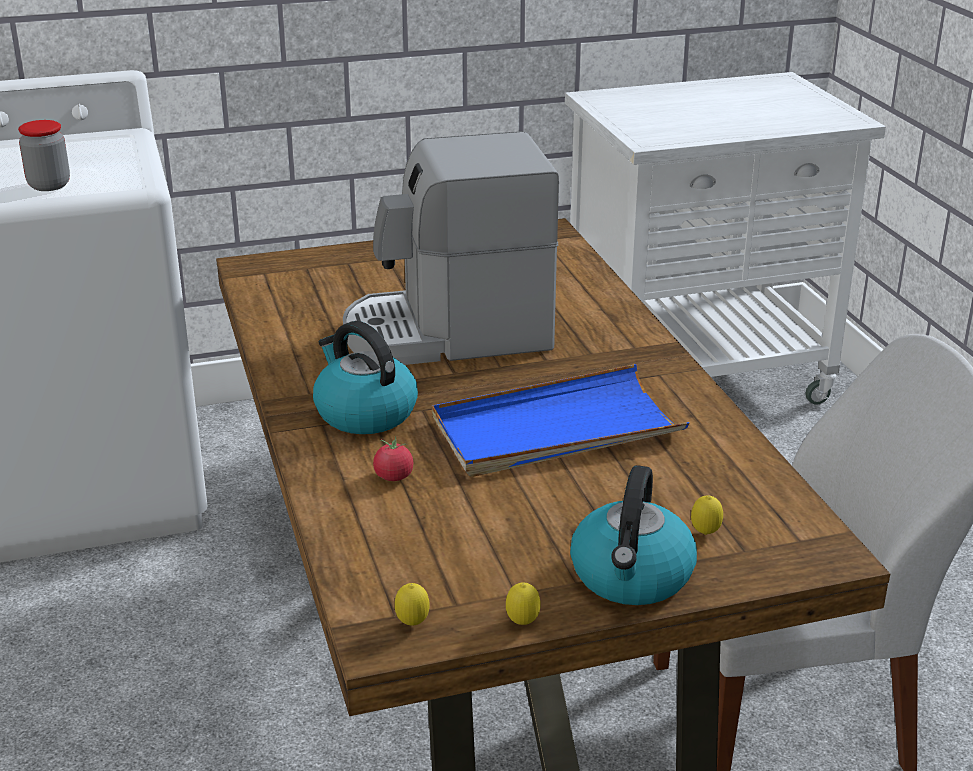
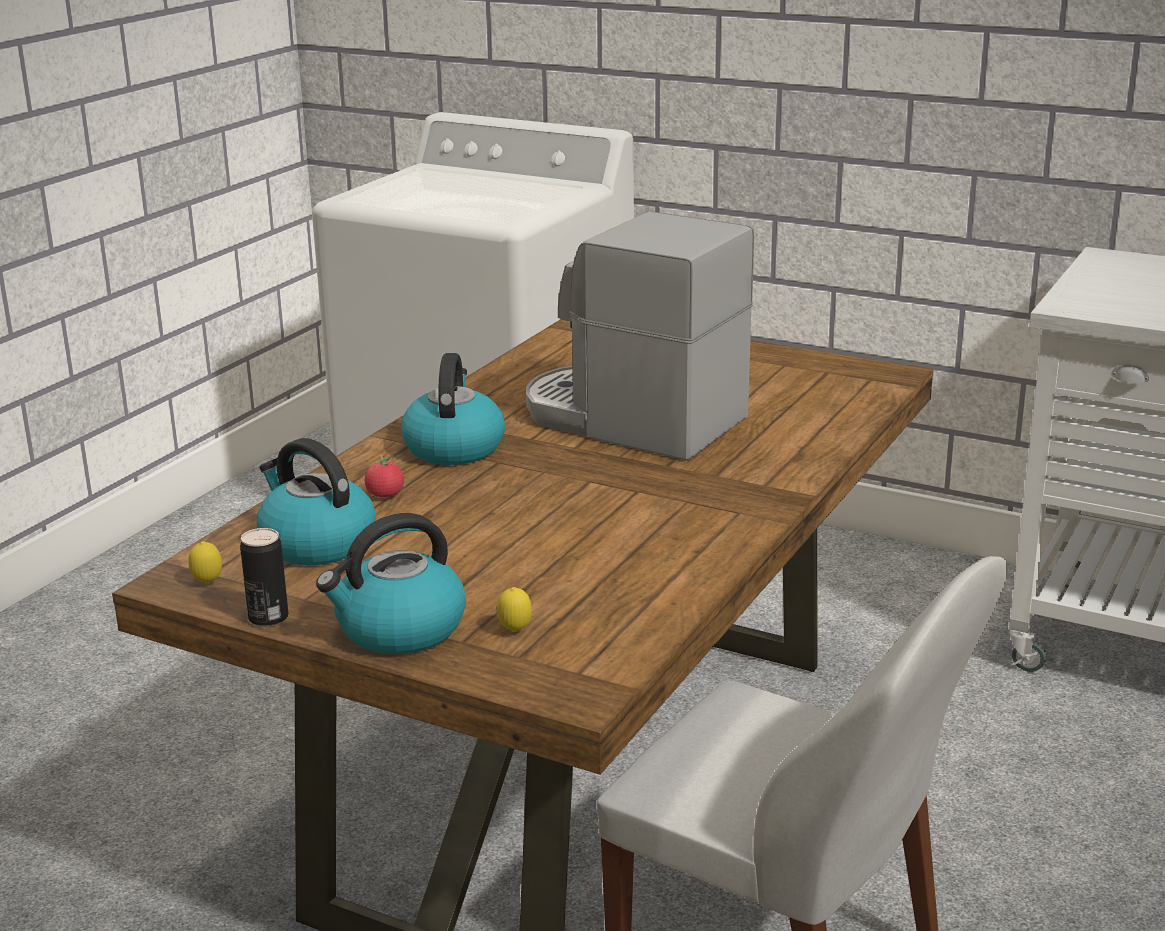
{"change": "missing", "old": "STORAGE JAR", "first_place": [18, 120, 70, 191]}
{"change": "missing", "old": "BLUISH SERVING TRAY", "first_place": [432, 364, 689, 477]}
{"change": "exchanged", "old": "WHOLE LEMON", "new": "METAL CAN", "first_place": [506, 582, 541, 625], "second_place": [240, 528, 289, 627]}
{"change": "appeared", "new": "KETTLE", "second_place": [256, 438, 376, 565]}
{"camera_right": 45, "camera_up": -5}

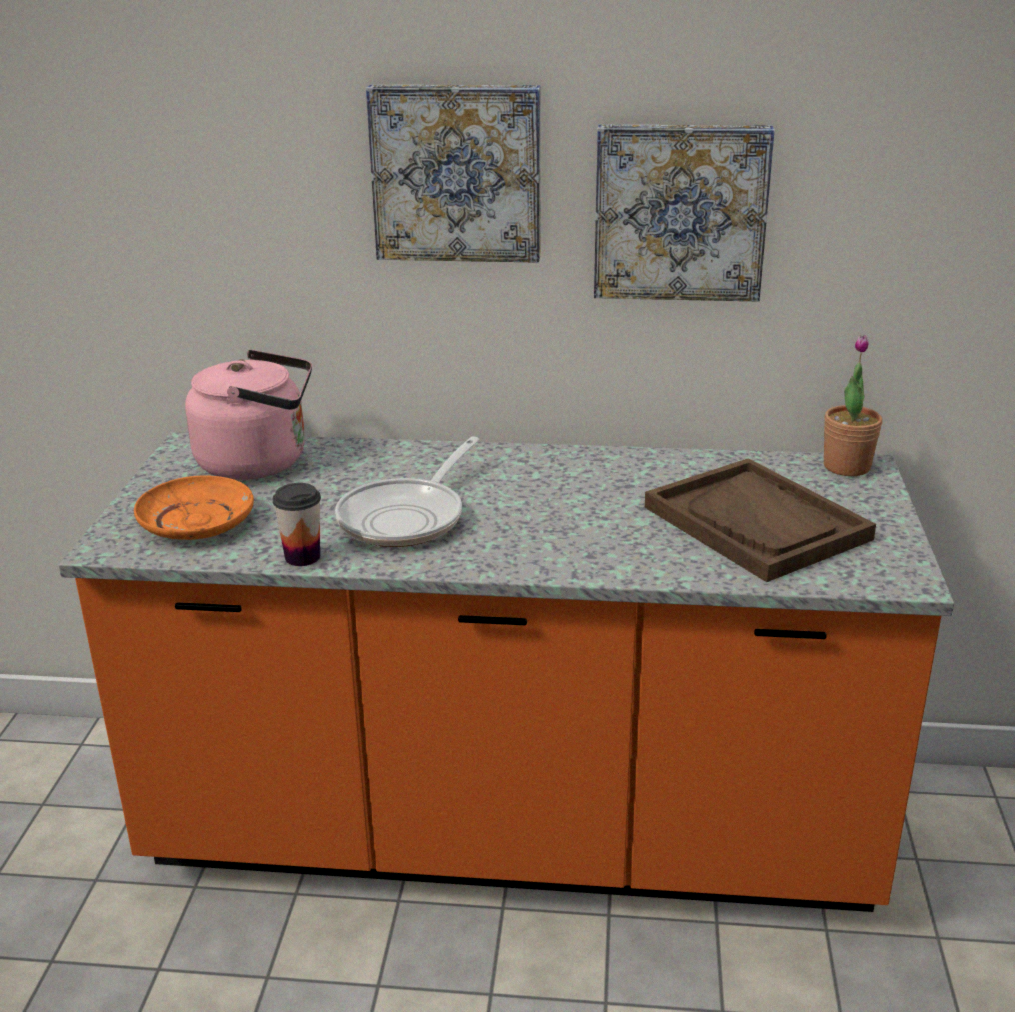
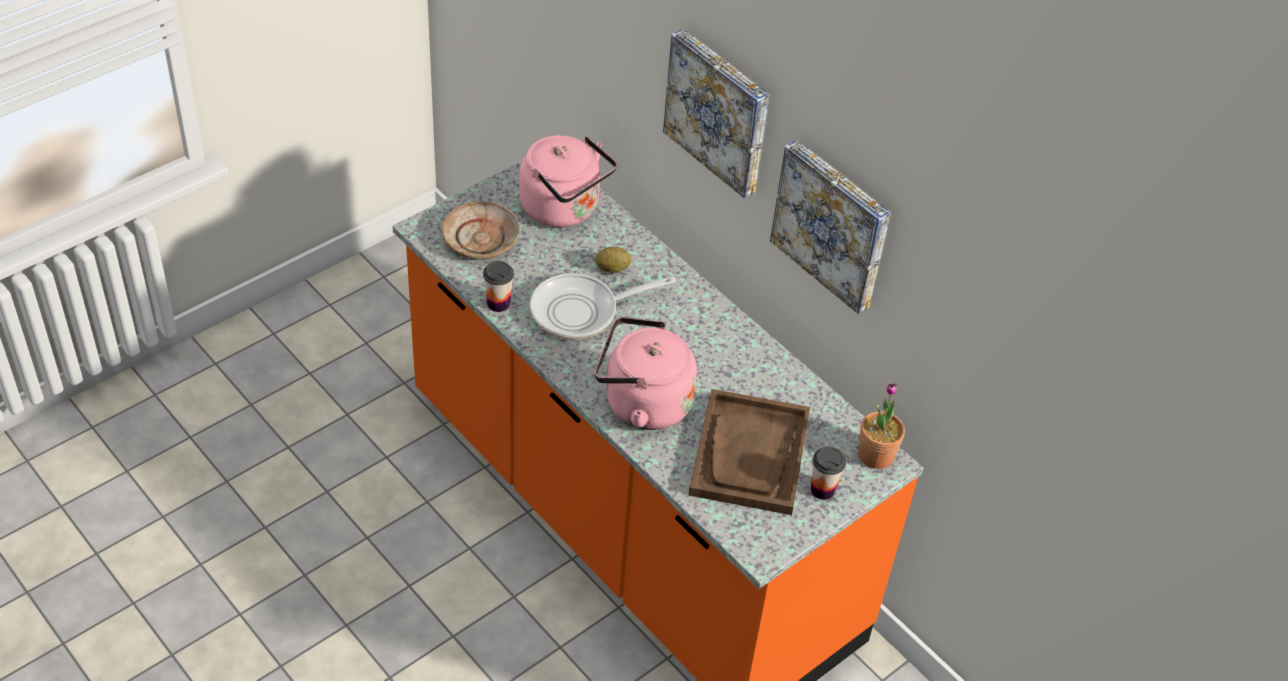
{"change": "colour", "old": "ORANGEY PLATE", "new": "BEIGE PLATE", "first_place": [134, 475, 254, 540], "second_place": [442, 201, 520, 260]}
{"change": "appeared", "new": "WHOLE POTATO", "second_place": [595, 247, 631, 273]}
{"change": "appeared", "new": "PINK KETTLE", "second_place": [595, 317, 697, 430]}
{"change": "appeared", "new": "CUP", "second_place": [811, 447, 846, 500]}
{"camera_right": 40, "camera_up": 20}

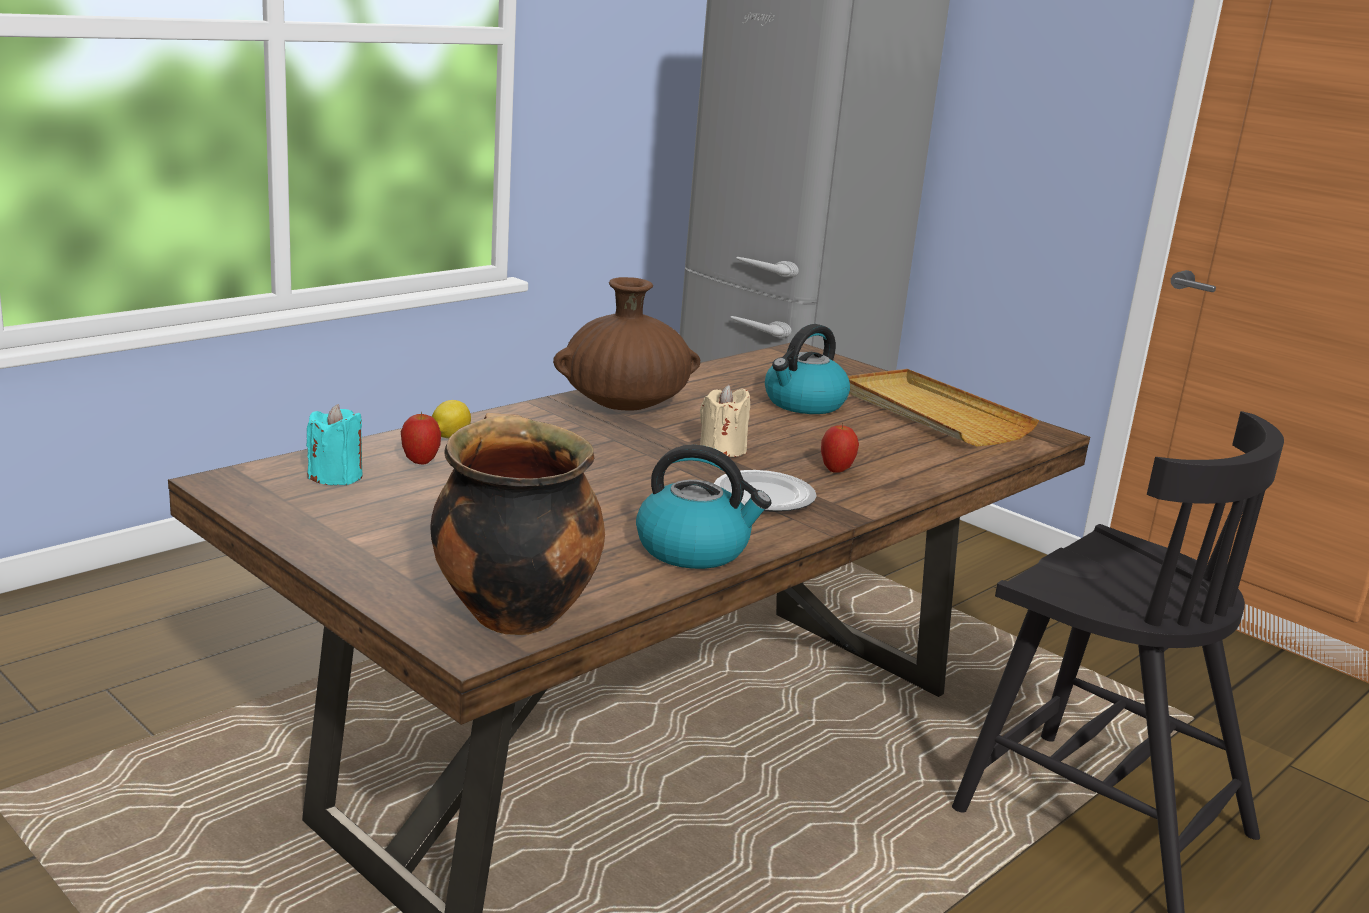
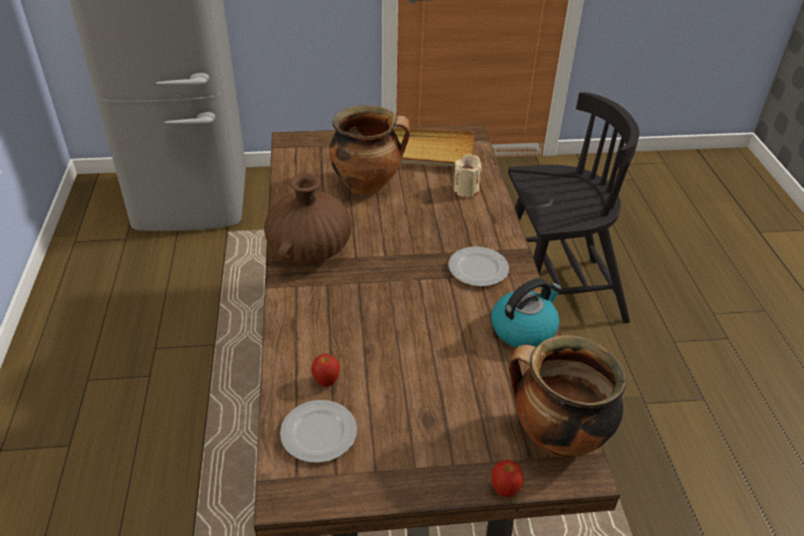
{"change": "exchanged", "old": "KETTLE", "new": "SAUCEPOT", "first_place": [765, 324, 850, 414], "second_place": [329, 105, 410, 195]}
{"change": "relocated", "old": "BEIGE WAX CANDLE", "first_place": [700, 385, 750, 457], "second_place": [453, 154, 482, 197]}
{"change": "missing", "old": "WHOLE LEMON", "first_place": [432, 400, 471, 438]}
{"change": "exchanged", "old": "TURQUOISE WAX CANDLE", "new": "PLATE", "first_place": [306, 404, 363, 485], "second_place": [280, 400, 357, 463]}
{"change": "relocated", "old": "APPLE", "first_place": [821, 423, 859, 473], "second_place": [492, 460, 524, 497]}
{"camera_right": -50, "camera_up": 20}

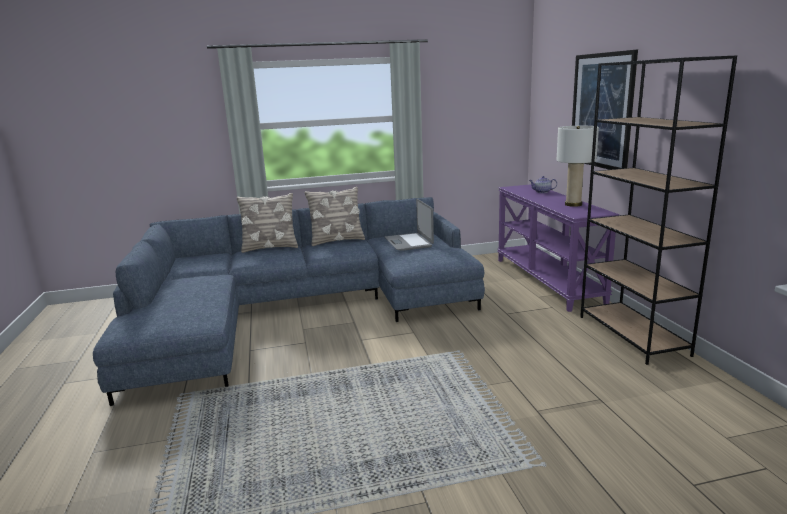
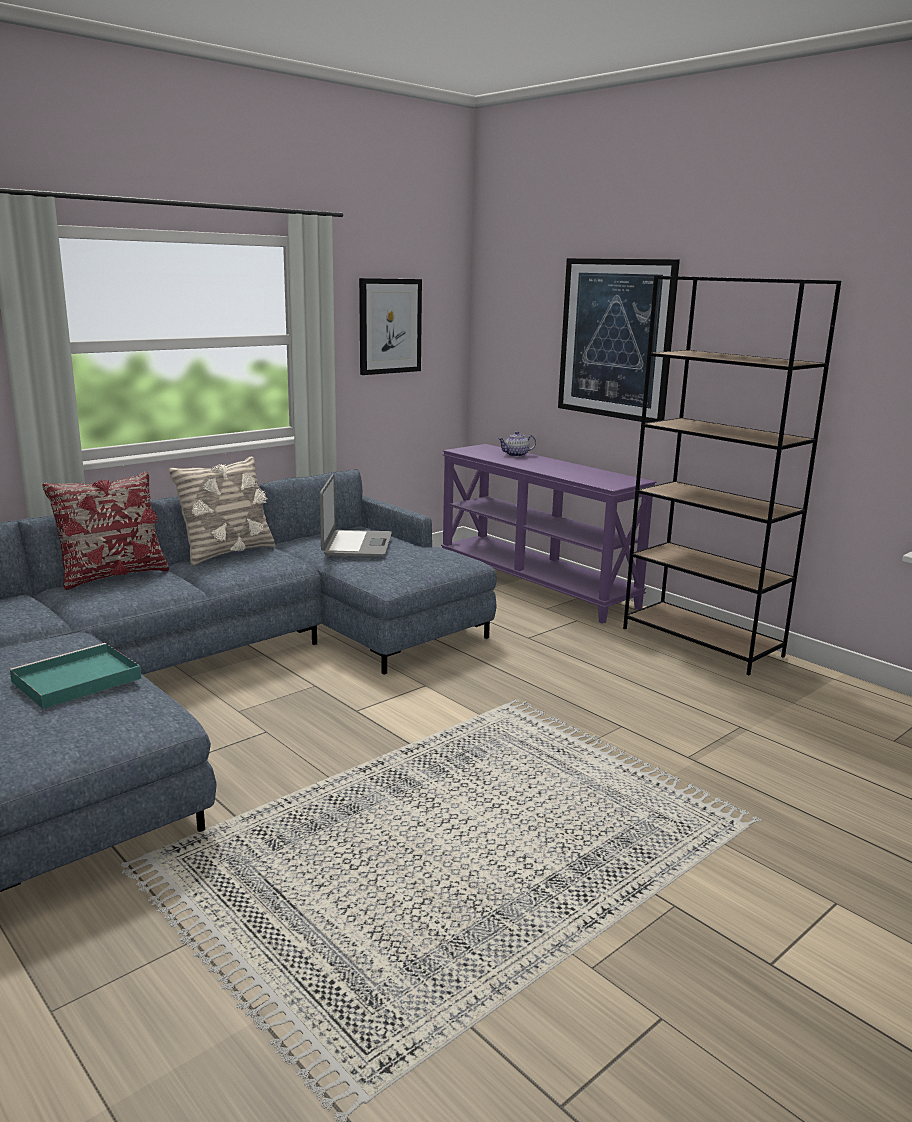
{"change": "missing", "old": "WHITISH TABLE LAMP", "first_place": [557, 126, 599, 207]}
{"change": "colour", "old": "BEIGE CUSHION", "new": "RED-COLOURED CUSHION", "first_place": [237, 193, 298, 253], "second_place": [42, 472, 169, 590]}
{"change": "spun", "old": "NOTEBOOK COMPUTER", "first_place": [385, 199, 434, 251], "second_place": [320, 474, 392, 557], "degrees": -135}
{"change": "appeared", "new": "WALL PICTURE", "second_place": [359, 278, 422, 375]}
{"change": "appeared", "new": "TURQUOISE SERVING TRAY", "second_place": [9, 643, 141, 709]}
{"camera_right": -30, "camera_up": 0}

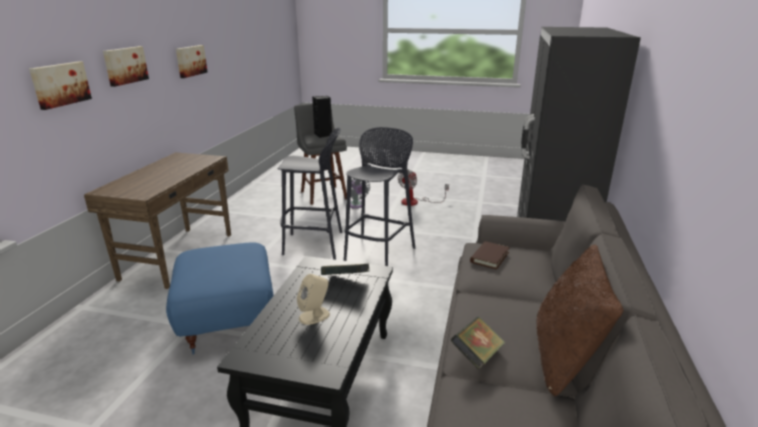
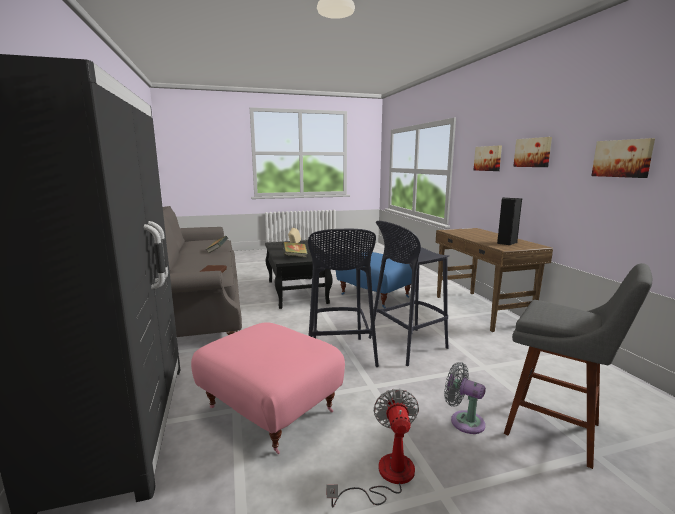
{"change": "relocated", "old": "BLACKISH AUDIO SPEAKER", "first_place": [312, 96, 332, 138], "second_place": [497, 198, 522, 245]}
{"change": "missing", "old": "BROWN CUSHION", "first_place": [536, 244, 624, 396]}
{"change": "appeared", "new": "PINK OTTOMAN", "second_place": [191, 322, 345, 454]}
{"camera_right": 150, "camera_up": -10}

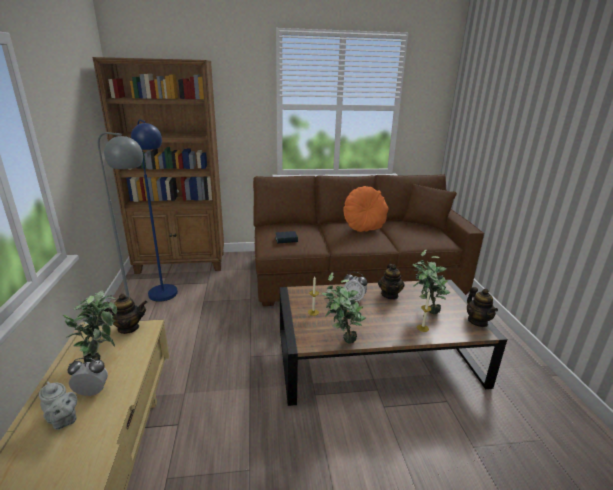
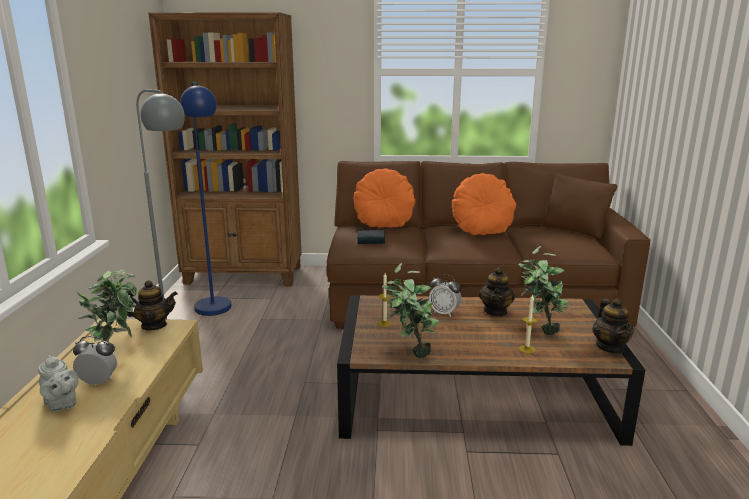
{"change": "appeared", "new": "ORANGEY CUSHION", "second_place": [353, 169, 416, 228]}
{"camera_right": 10, "camera_up": -5}

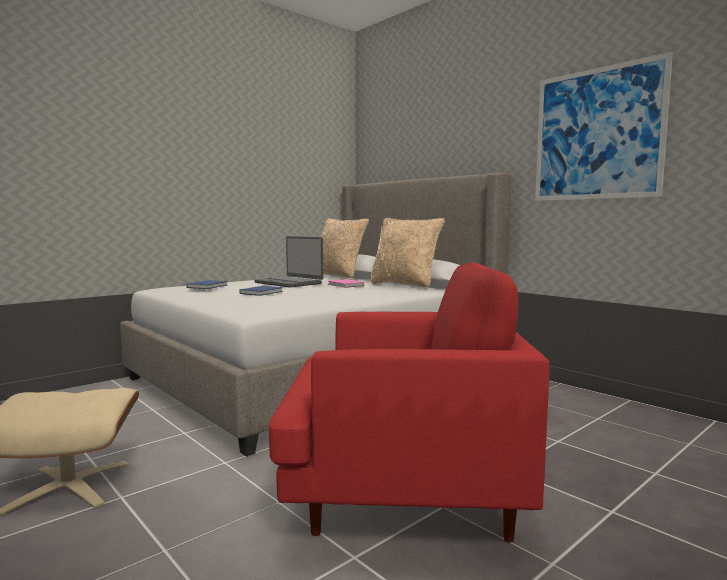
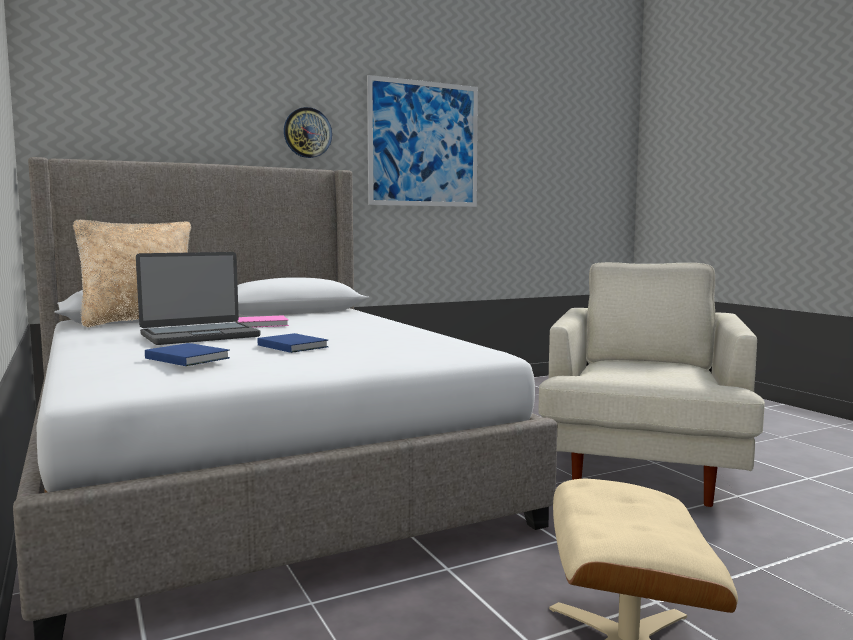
{"change": "missing", "old": "BEIGE CUSHION", "first_place": [371, 217, 445, 288]}
{"change": "colour", "old": "RED-COLOURED ARMCHAIR", "new": "BEIGE ARMCHAIR", "first_place": [269, 262, 550, 542], "second_place": [539, 262, 765, 507]}
{"change": "appeared", "new": "CLOCK ON THE WALL", "second_place": [284, 107, 332, 158]}
{"camera_right": -75, "camera_up": 0}

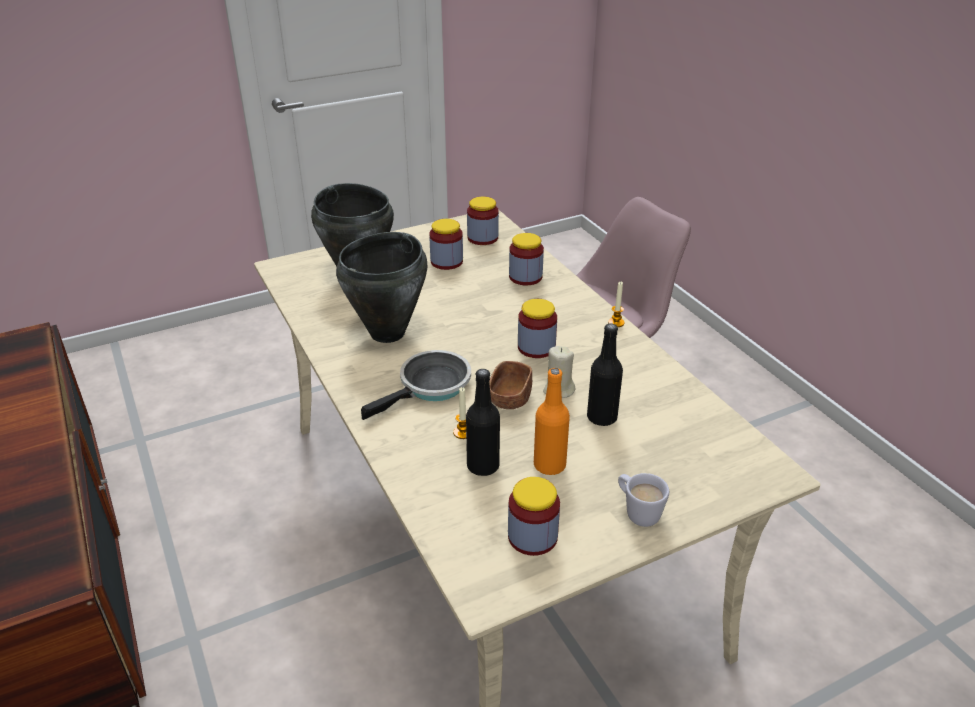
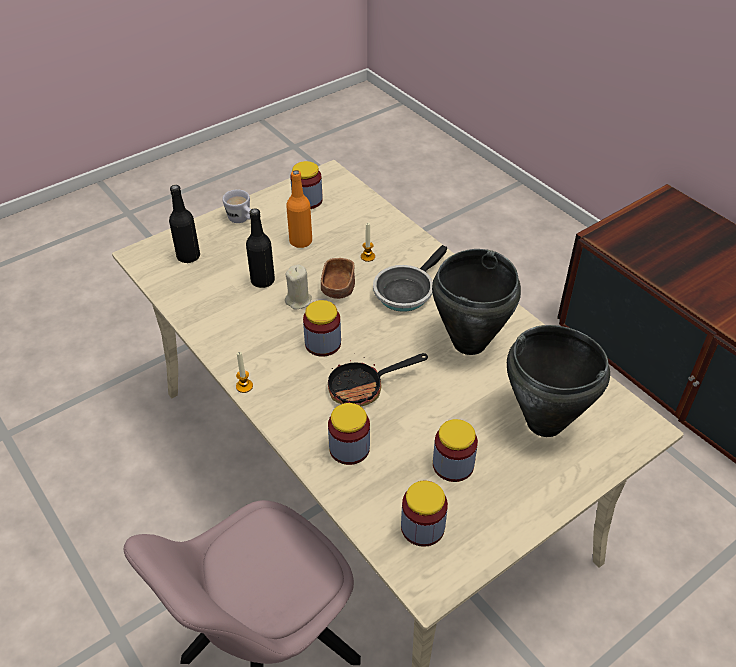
{"change": "relocated", "old": "BLACKISH DRINK BOTTLE", "first_place": [466, 369, 500, 476], "second_place": [169, 185, 200, 263]}
{"change": "appeared", "new": "FRYING PAN", "second_place": [328, 353, 428, 406]}
{"camera_right": 170, "camera_up": 10}

